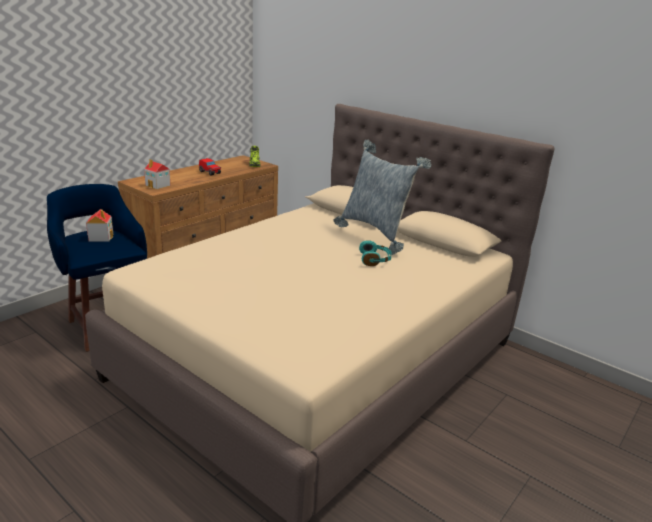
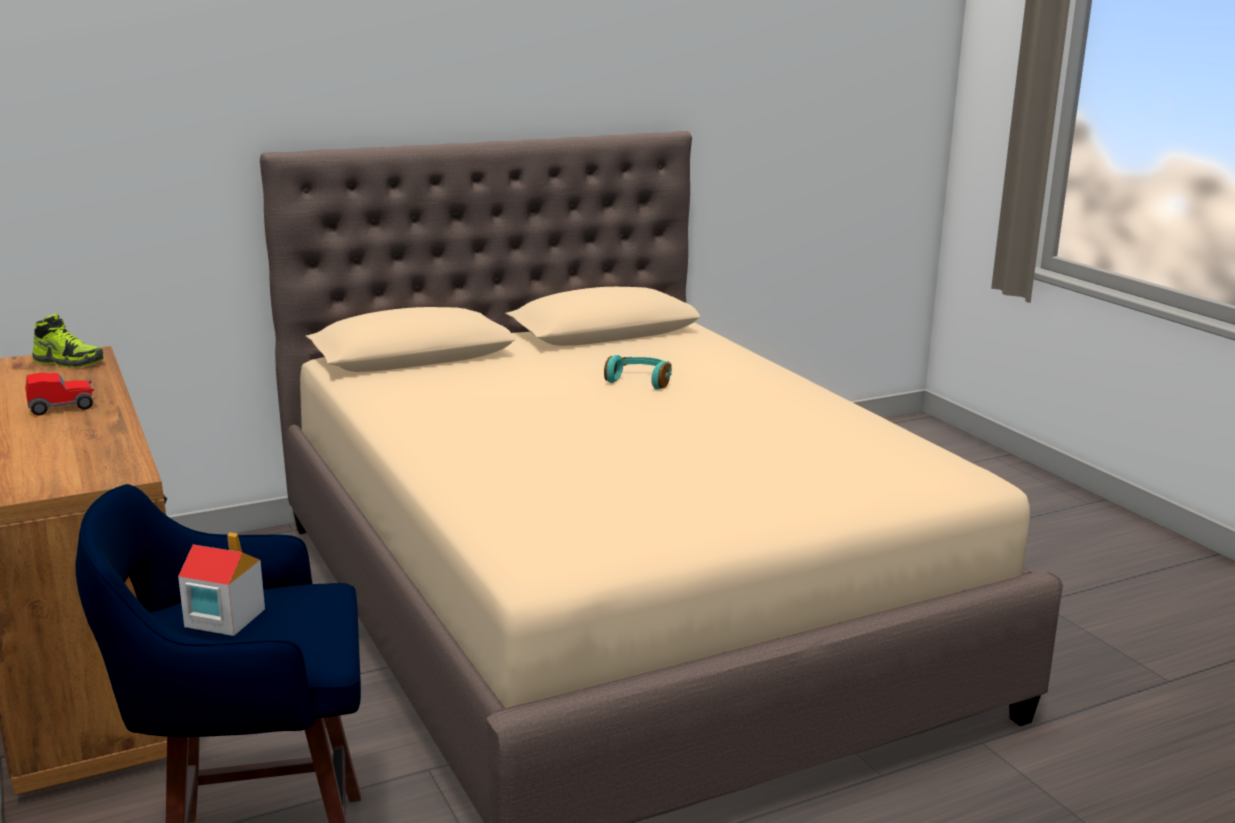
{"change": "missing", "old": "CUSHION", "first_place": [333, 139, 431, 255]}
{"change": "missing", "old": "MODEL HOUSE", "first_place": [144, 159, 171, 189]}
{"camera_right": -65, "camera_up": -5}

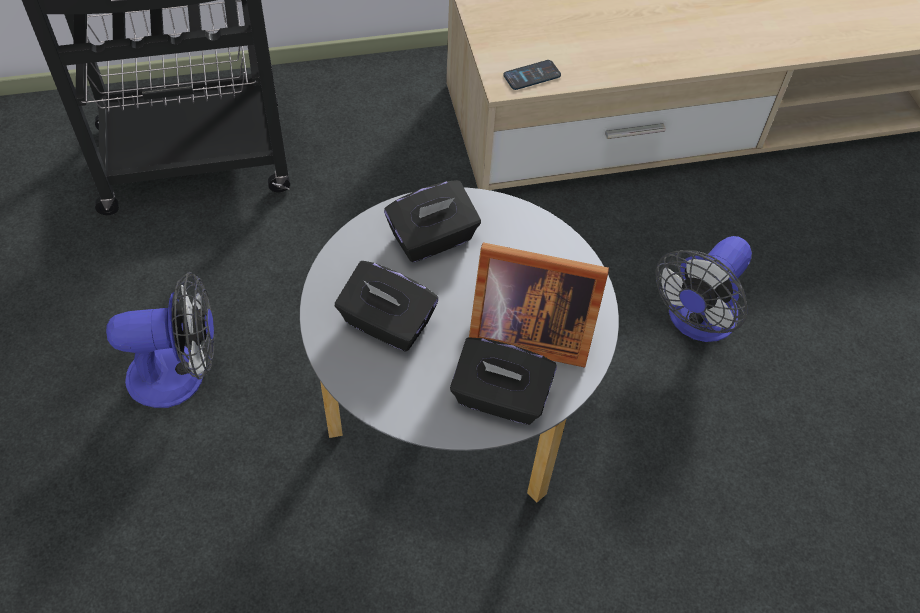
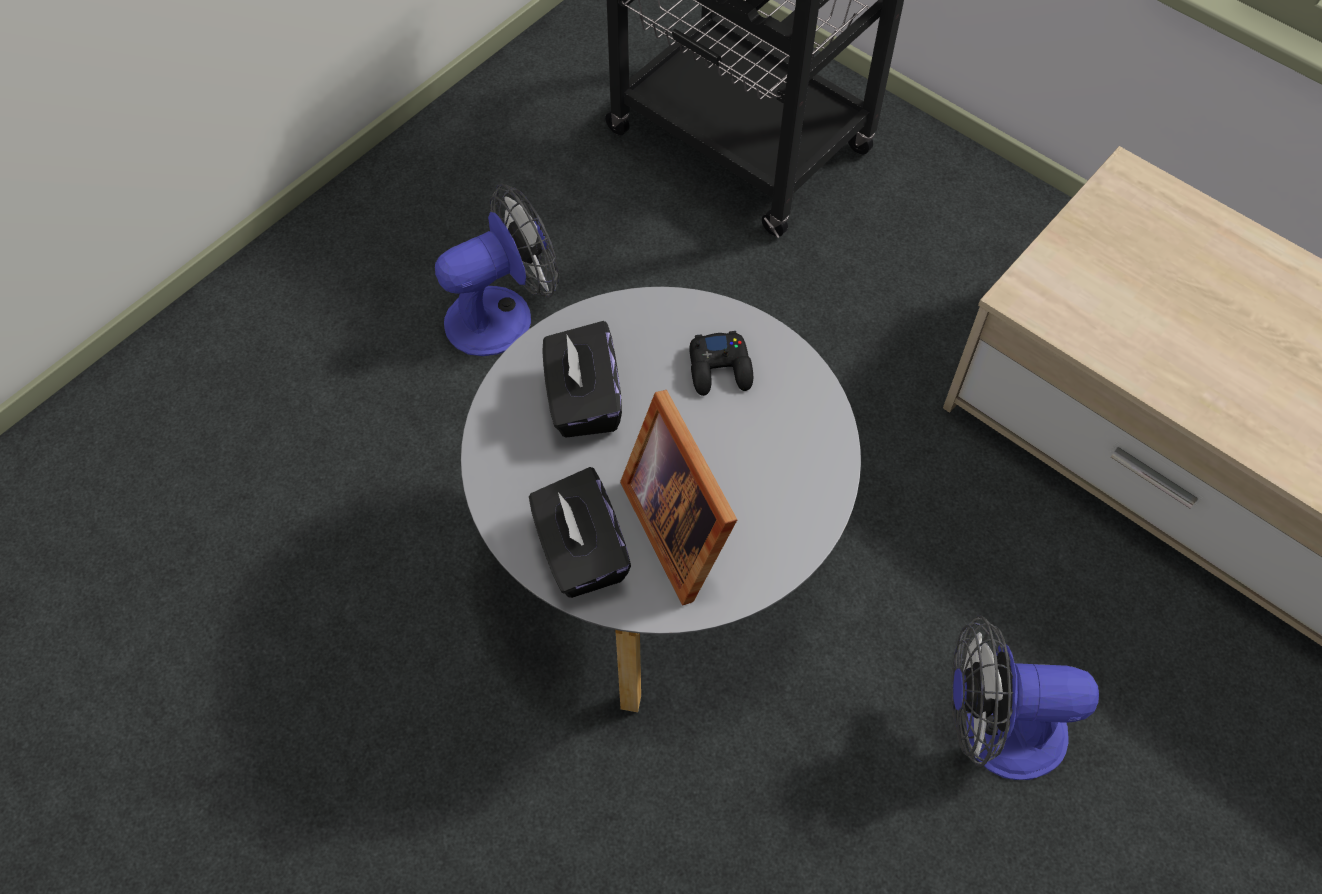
{"change": "missing", "old": "PHONE", "first_place": [503, 60, 561, 90]}
{"change": "exchanged", "old": "BLACKISH TISSUE HOLDER", "new": "BLACKISH GAMEPAD", "first_place": [384, 180, 481, 262], "second_place": [690, 331, 753, 396]}
{"change": "spun", "old": "FAN", "first_place": [106, 272, 214, 408], "second_place": [435, 183, 559, 356], "degrees": -75}
{"camera_right": 55, "camera_up": 5}

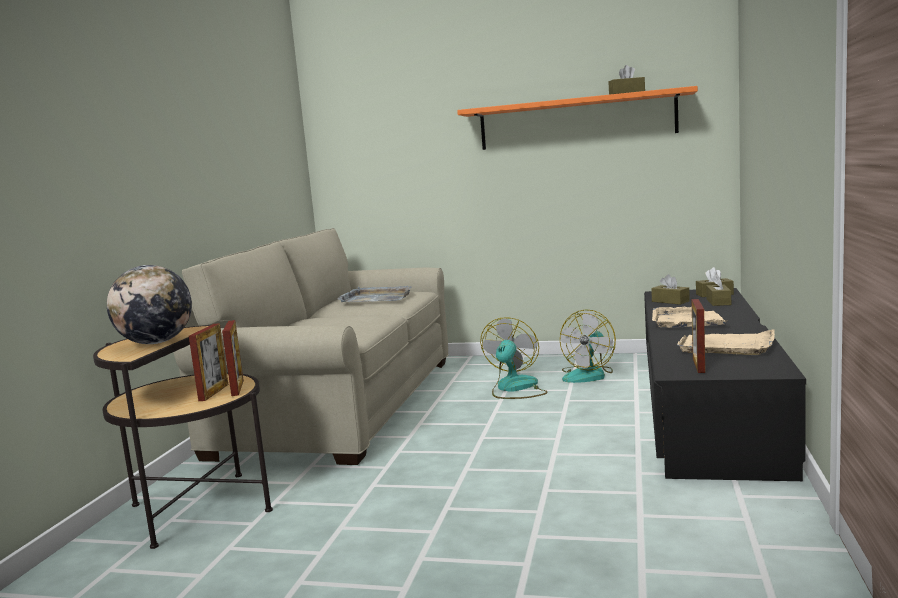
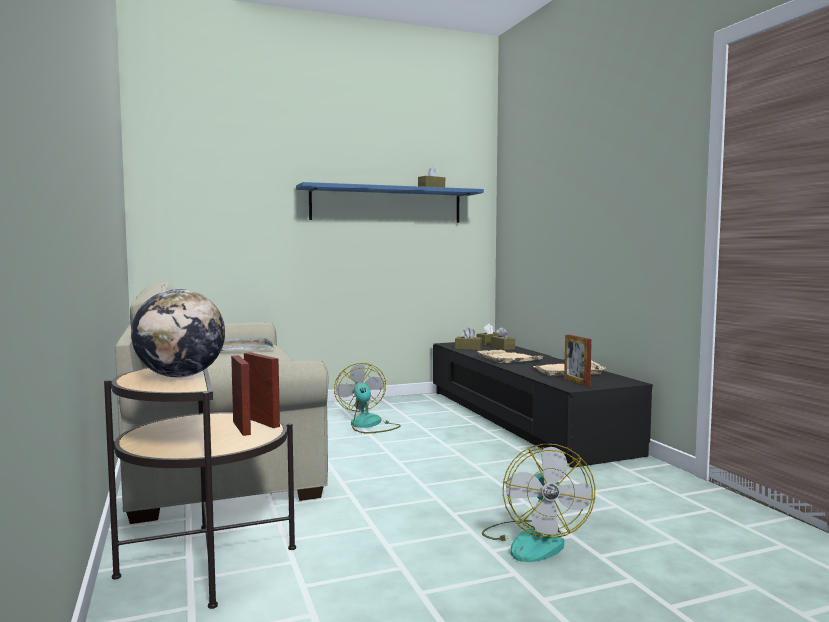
{"change": "colour", "old": "ORANGEY WALL SHELF", "new": "BLUISH WALL SHELF", "first_place": [457, 86, 698, 150], "second_place": [296, 182, 484, 223]}
{"change": "relocated", "old": "FAN", "first_place": [560, 310, 616, 383], "second_place": [482, 444, 595, 562]}
{"camera_right": -35, "camera_up": -5}

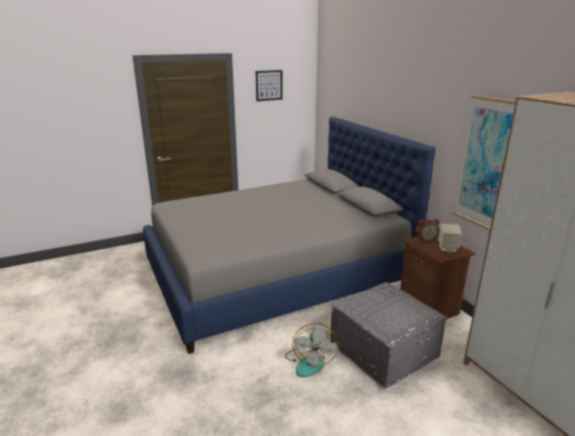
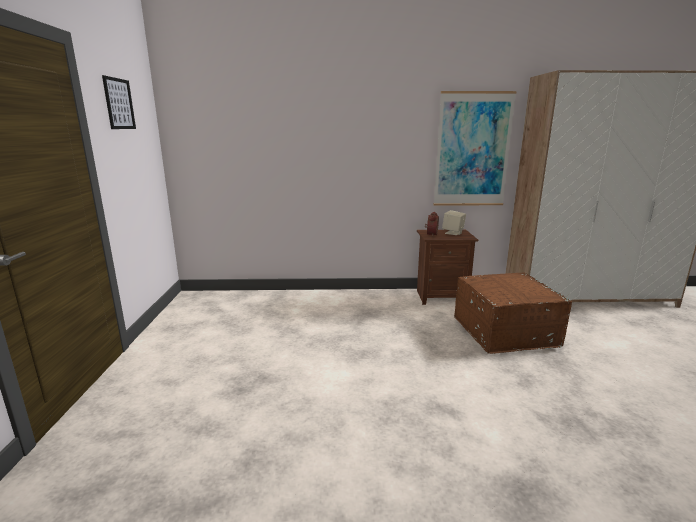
{"change": "missing", "old": "GREYISH SLEEPING BED", "first_place": [143, 117, 435, 354]}
{"change": "colour", "old": "GREYISH OTTOMAN", "new": "BROWN OTTOMAN", "first_place": [330, 282, 447, 388], "second_place": [454, 273, 572, 354]}
{"change": "missing", "old": "FAN", "first_place": [285, 323, 339, 377]}
{"camera_right": -65, "camera_up": -5}

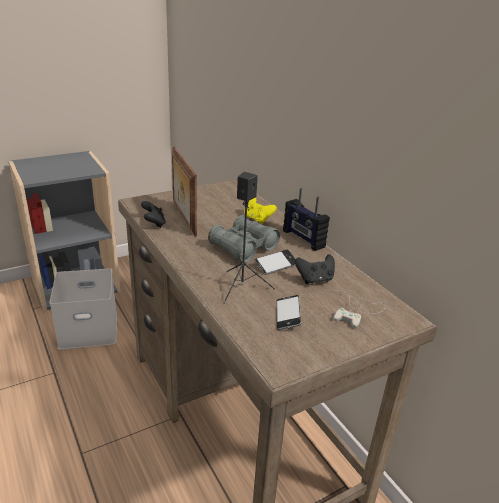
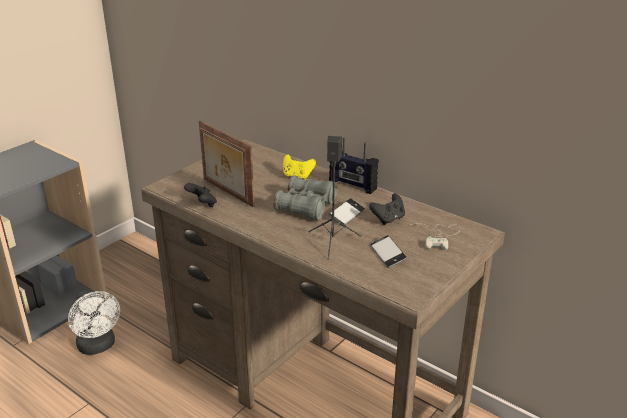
{"change": "exchanged", "old": "WHITISH STORAGE BIN", "new": "WHITISH FAN", "first_place": [50, 268, 117, 349], "second_place": [68, 291, 120, 355]}
{"camera_right": -20, "camera_up": 0}

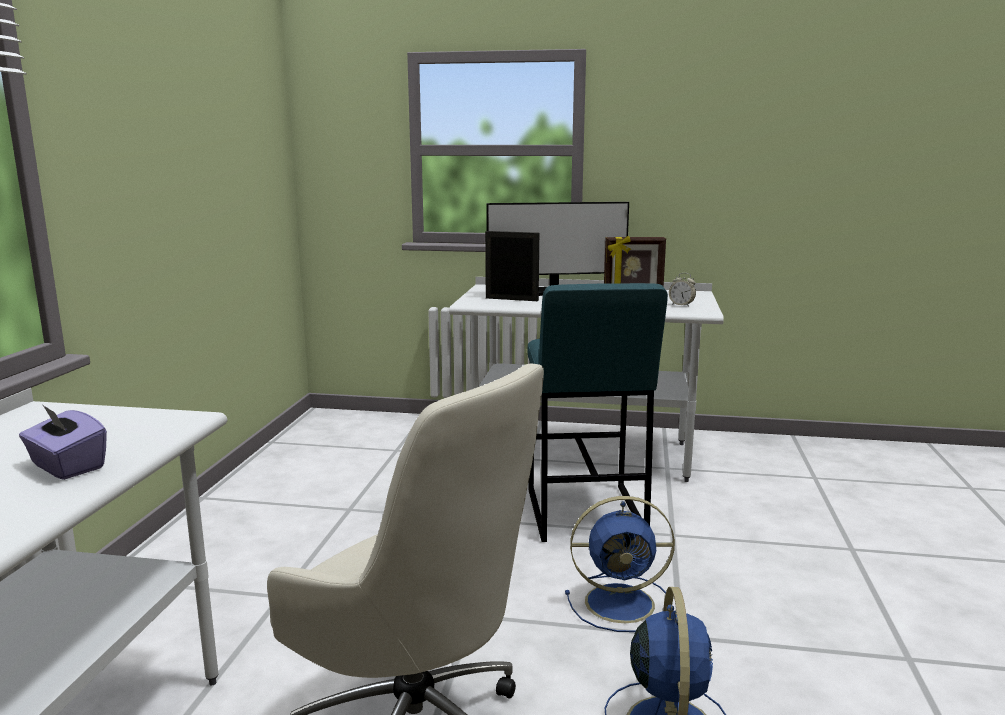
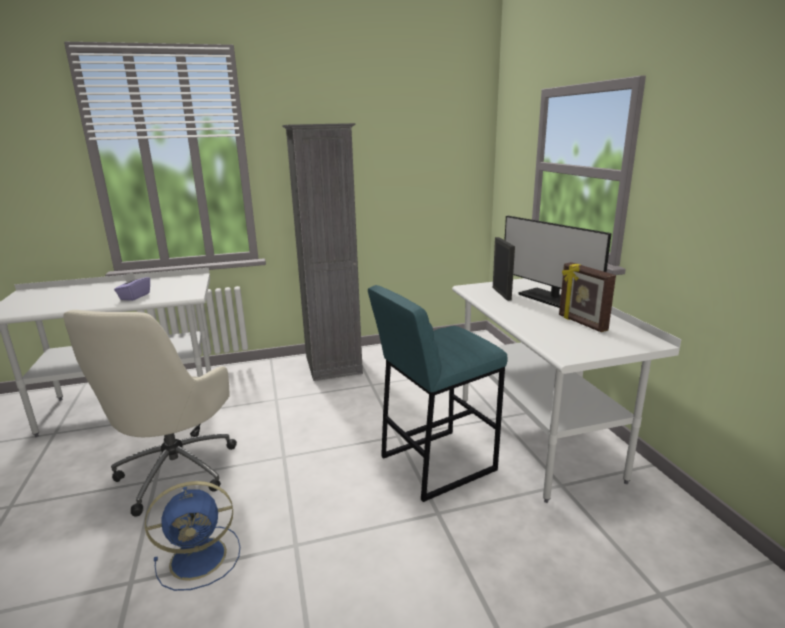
{"change": "missing", "old": "TABLE CLOCK", "first_place": [669, 273, 696, 307]}
{"change": "missing", "old": "BLUISH FAN", "first_place": [565, 496, 675, 632]}
{"change": "appeared", "new": "GREYISH STORAGE CABINET", "second_place": [282, 123, 363, 381]}
{"camera_right": 65, "camera_up": 5}

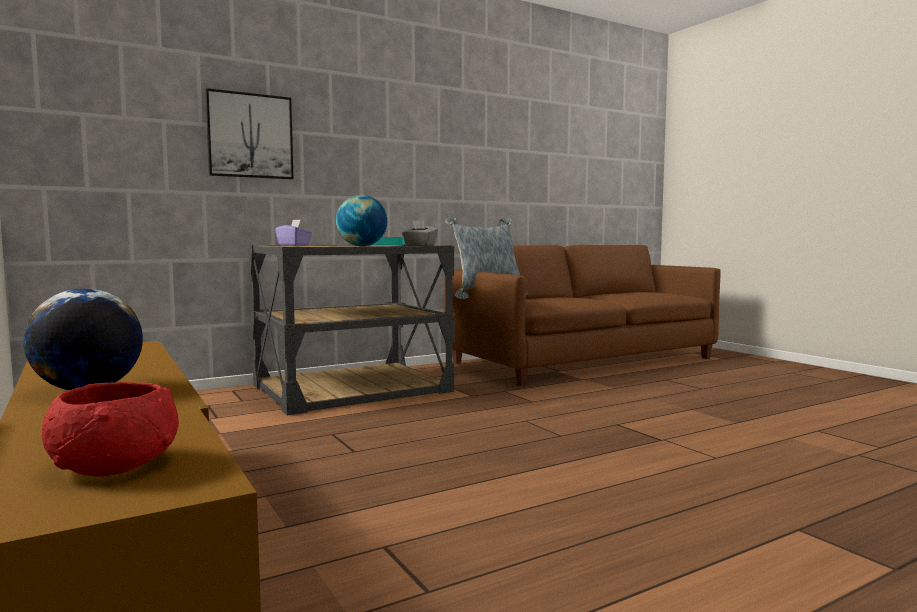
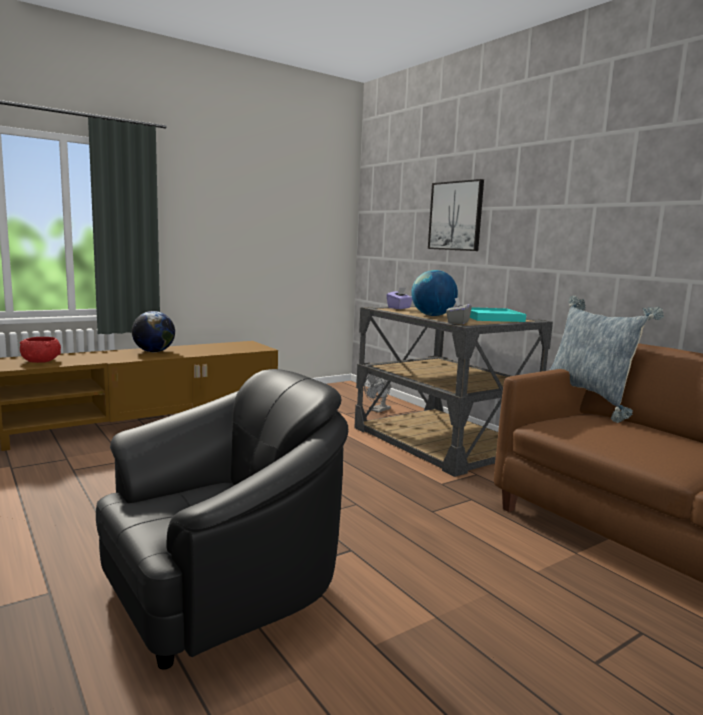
{"change": "appeared", "new": "BLACKISH ARMCHAIR", "second_place": [96, 369, 348, 670]}
{"change": "appeared", "new": "GREYISH FAN", "second_place": [364, 374, 392, 413]}
{"camera_right": 85, "camera_up": 5}

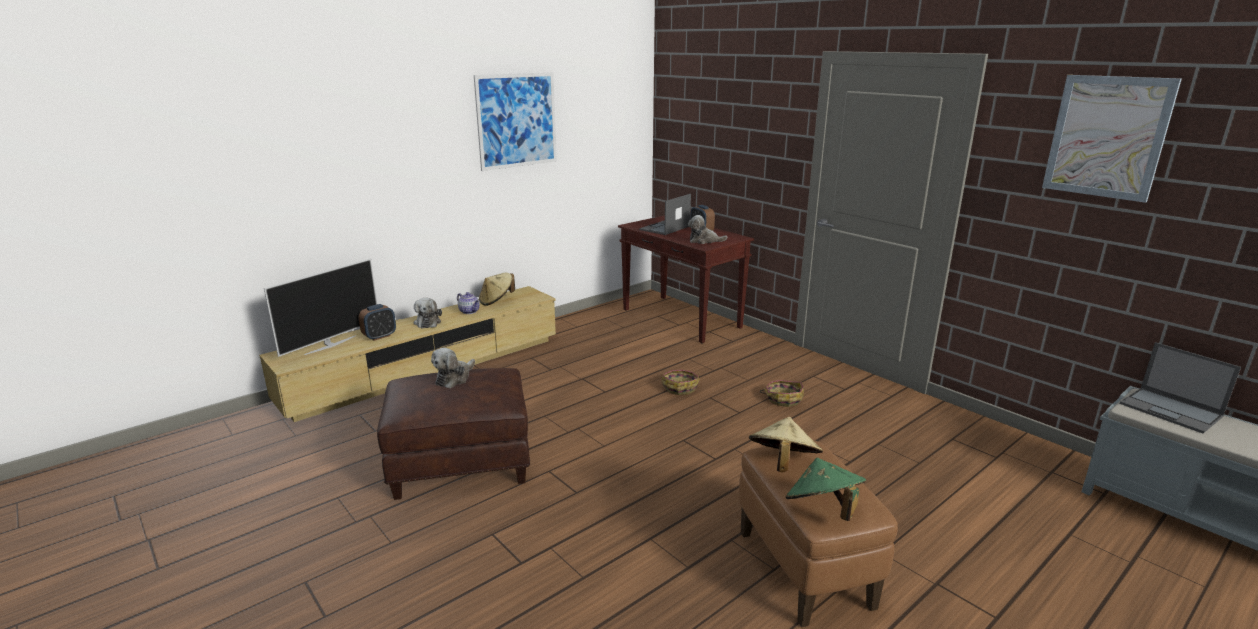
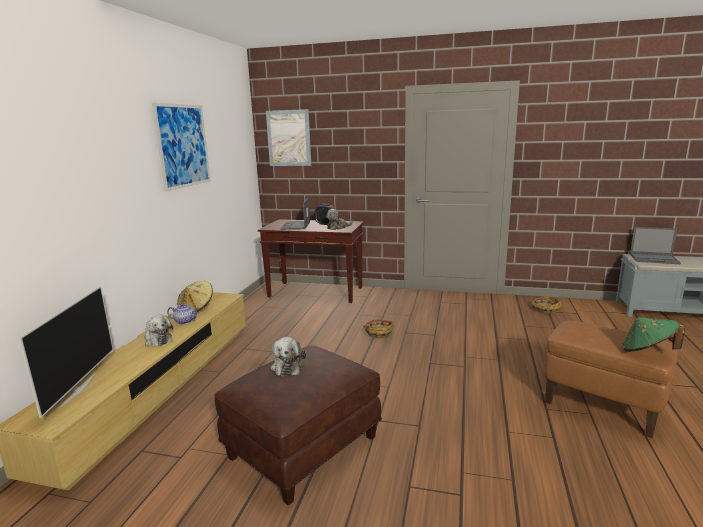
{"change": "relocated", "old": "WALL PICTURE", "first_place": [1042, 75, 1181, 203], "second_place": [266, 109, 311, 166]}
{"change": "missing", "old": "TABLE CLOCK", "first_place": [359, 304, 396, 341]}
{"change": "relocated", "old": "STORAGE BASKET", "first_place": [759, 380, 804, 407], "second_place": [531, 296, 562, 314]}
{"change": "missing", "old": "BEIGE WEARABLE HAT", "first_place": [749, 417, 823, 473]}
{"camera_right": -35, "camera_up": -5}

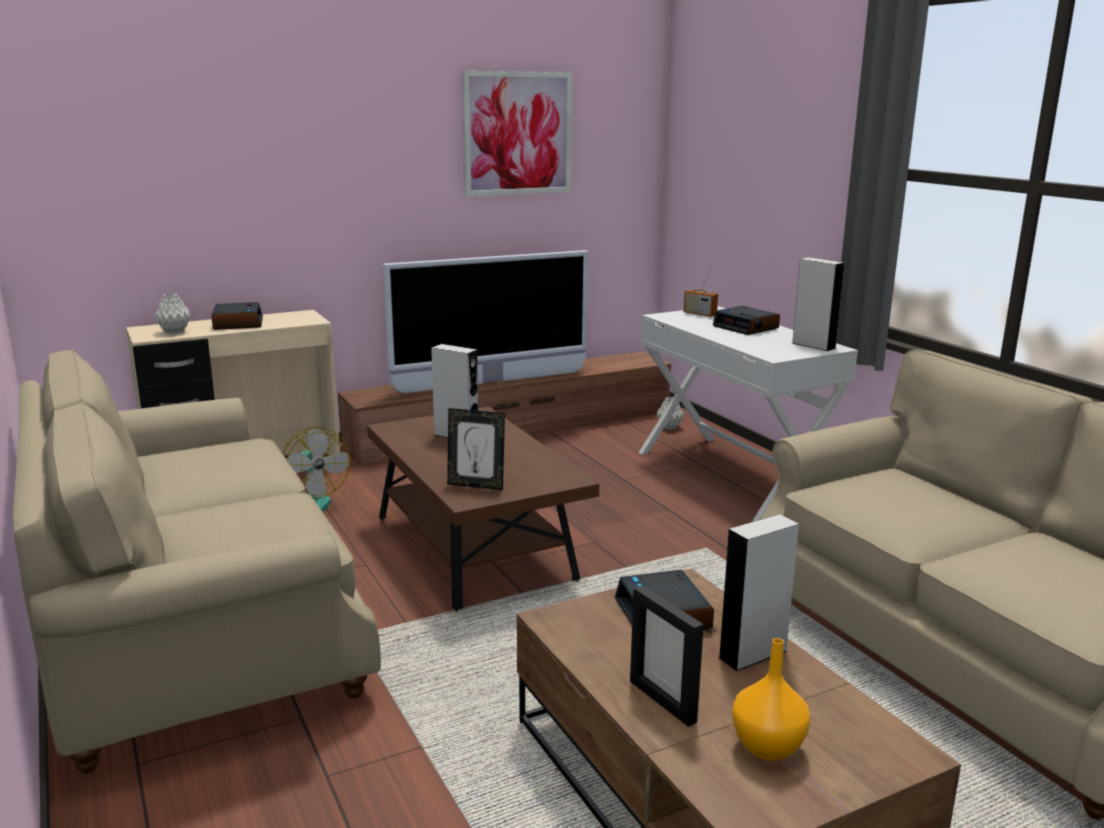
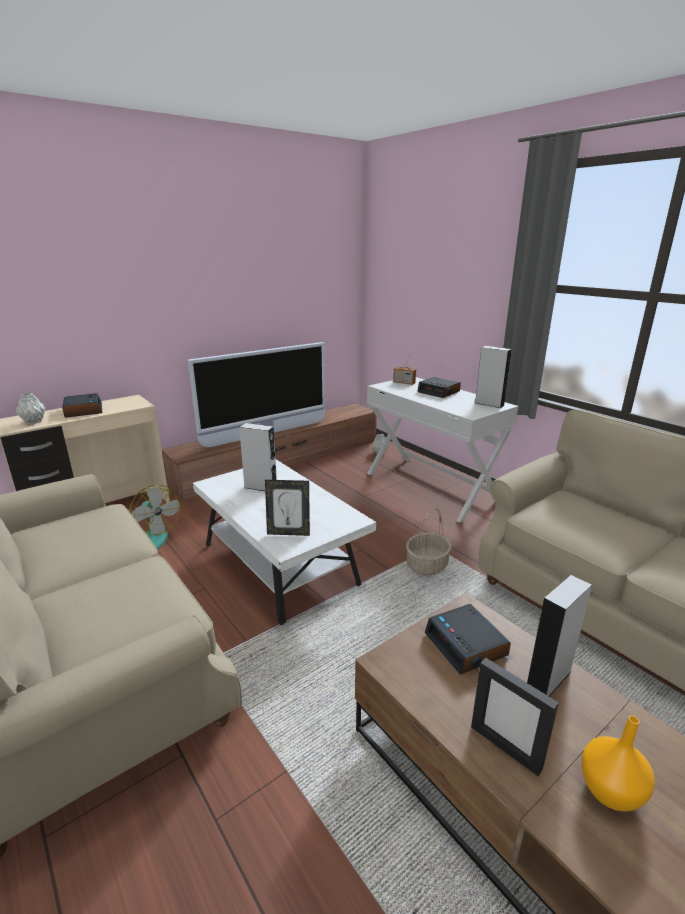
{"change": "missing", "old": "WALL PICTURE", "first_place": [462, 71, 572, 196]}
{"change": "colour", "old": "BROWN LOW TABLE", "new": "WHITISH LOW TABLE", "first_place": [367, 407, 599, 612], "second_place": [193, 459, 376, 625]}
{"change": "appeared", "new": "STORAGE BASKET", "second_place": [406, 508, 452, 576]}
{"camera_right": -10, "camera_up": 5}

